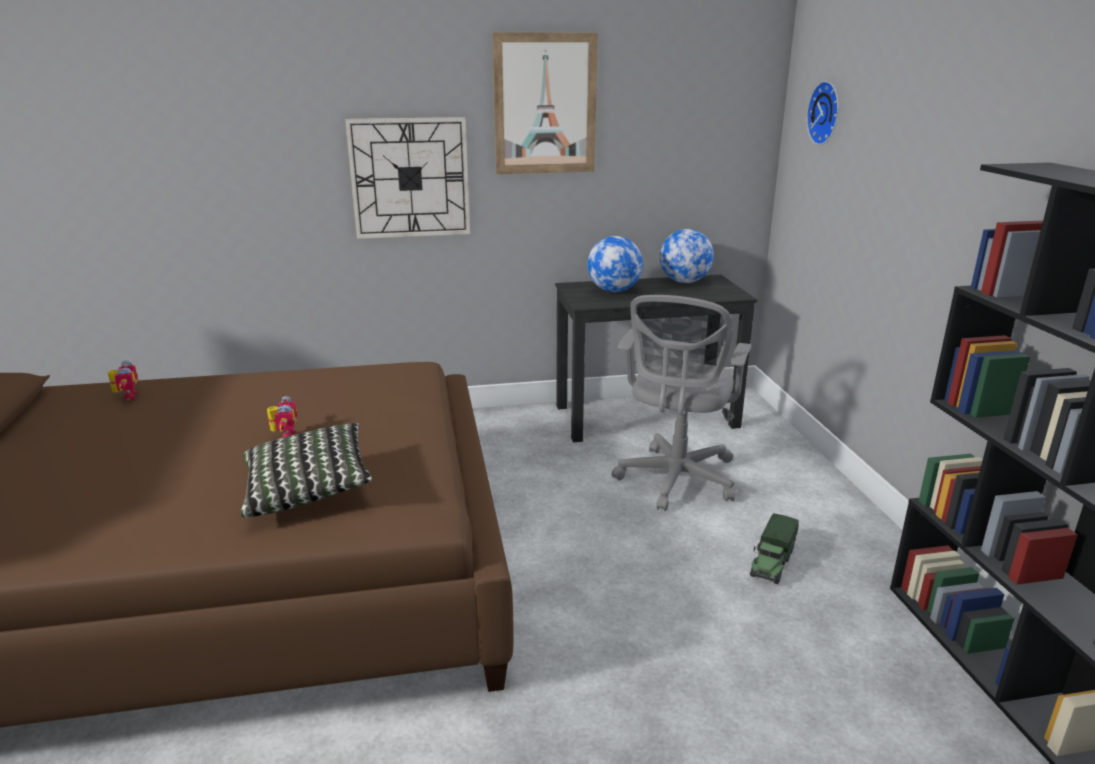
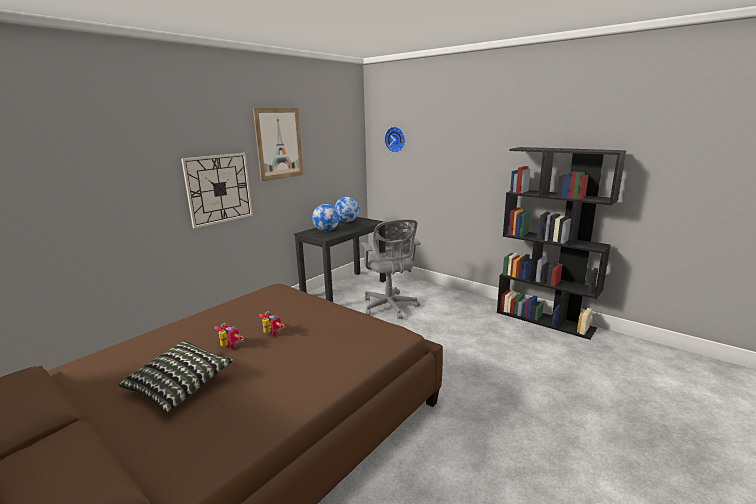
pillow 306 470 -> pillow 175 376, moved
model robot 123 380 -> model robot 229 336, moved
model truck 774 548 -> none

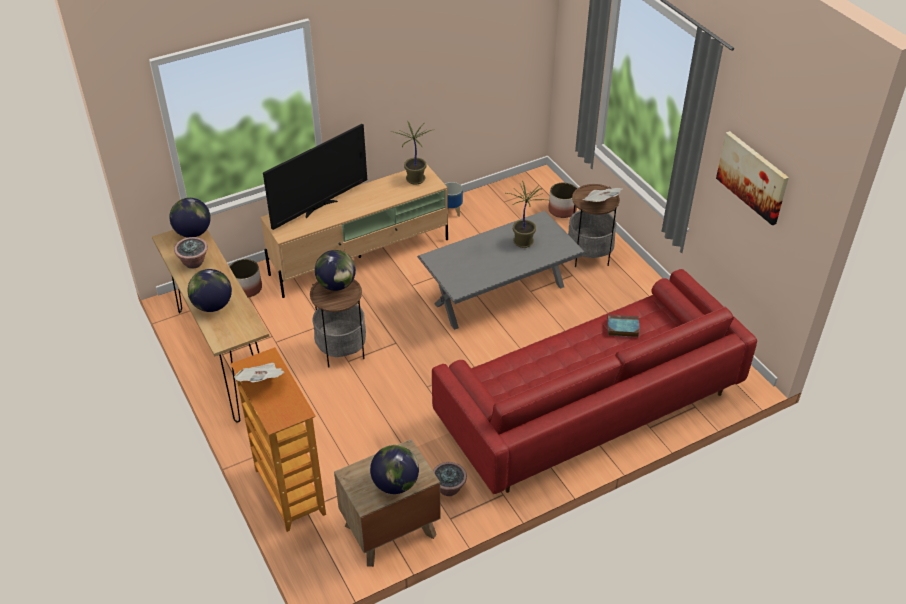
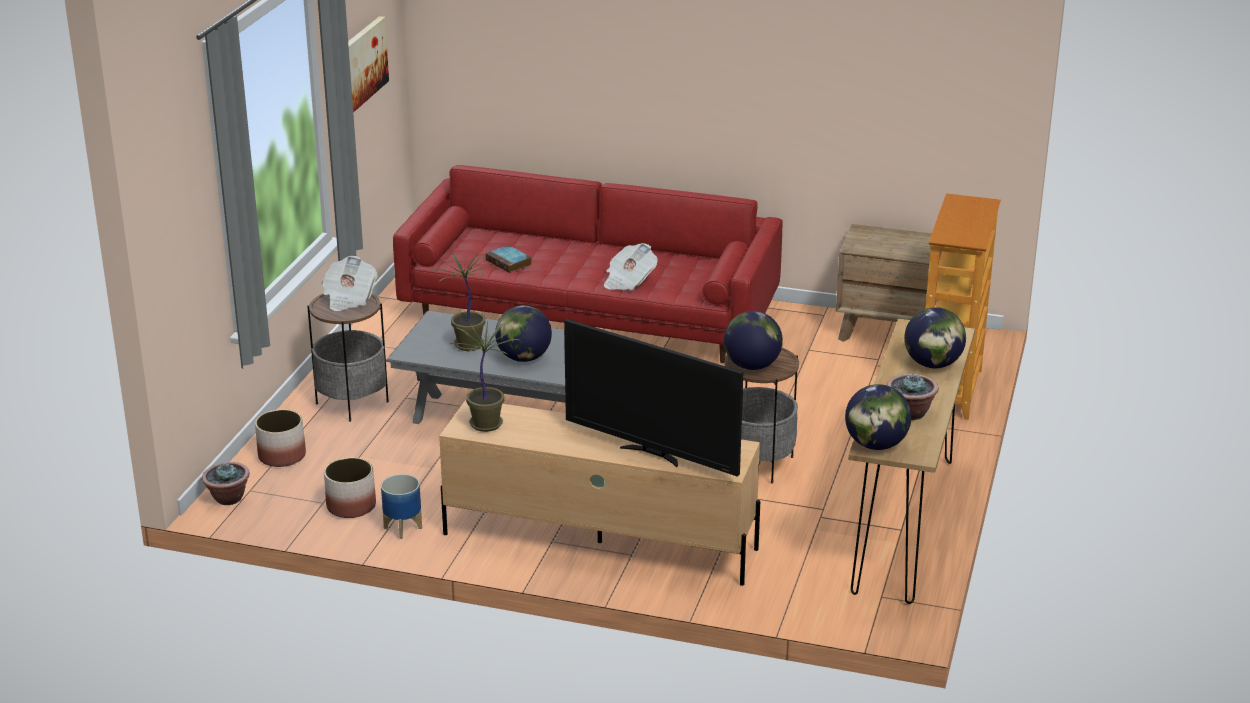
plant in a pot 450 479 -> plant in a pot 226 483, moved
planter 245 278 -> planter 350 487, moved
world globe 394 469 -> world globe 523 333, moved
television 315 177 -> television 653 398, 150 degrees counterclockwise
daily paper 259 373 -> daily paper 631 267, moved

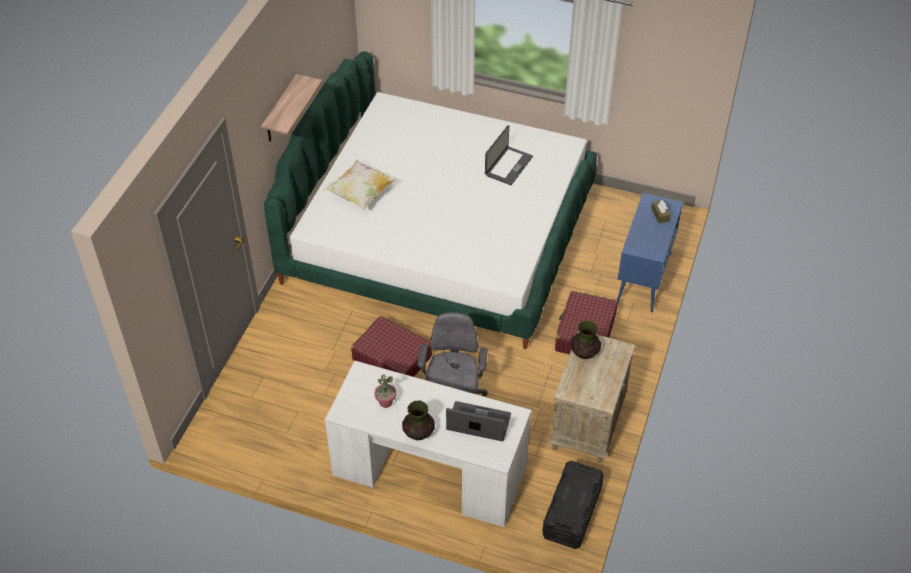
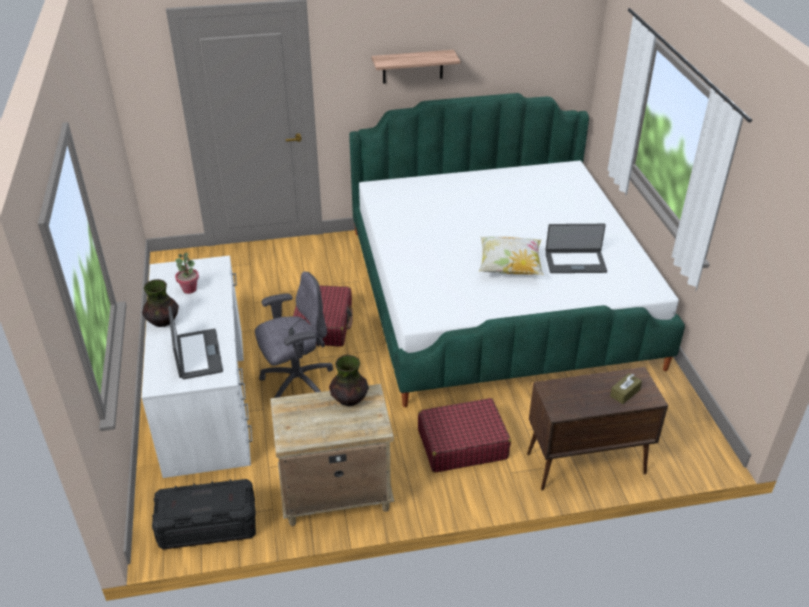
pillow 361 184 -> pillow 511 256, moved
blue cabinet 650 252 -> brown cabinet 597 428

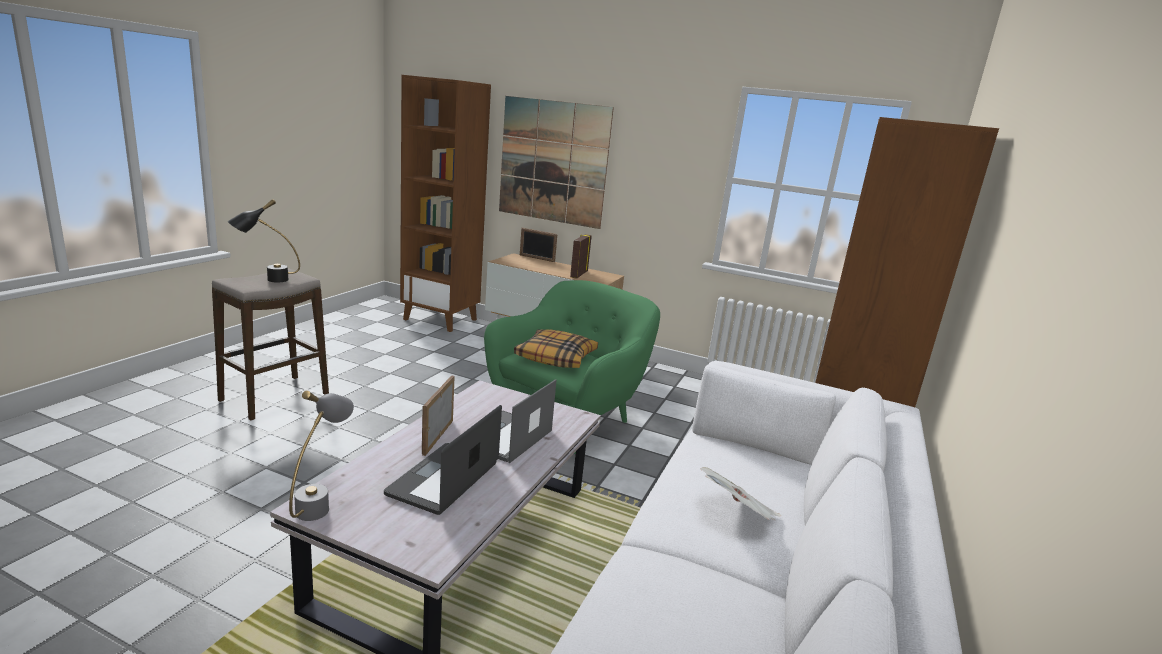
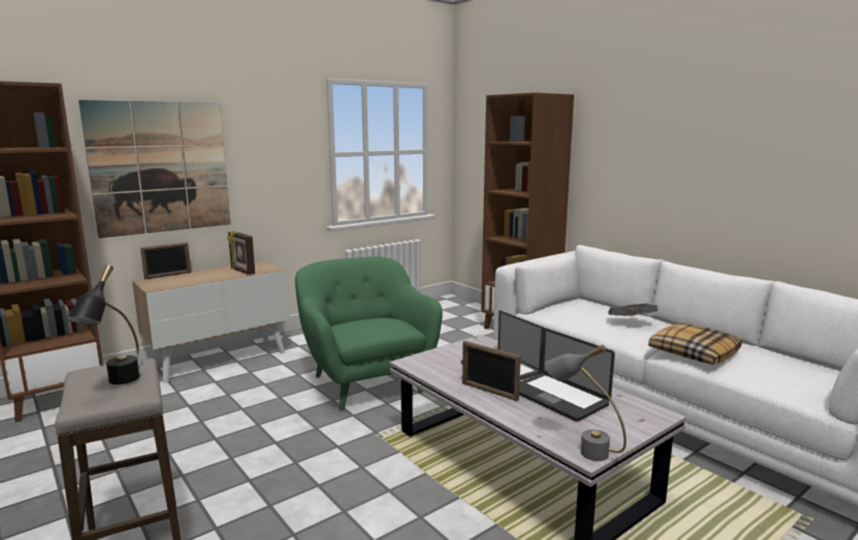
pillow 556 348 -> pillow 695 344, moved

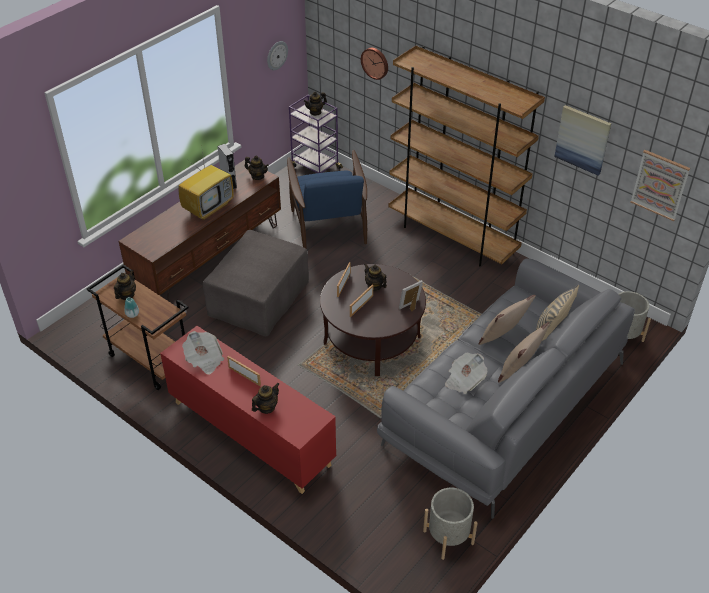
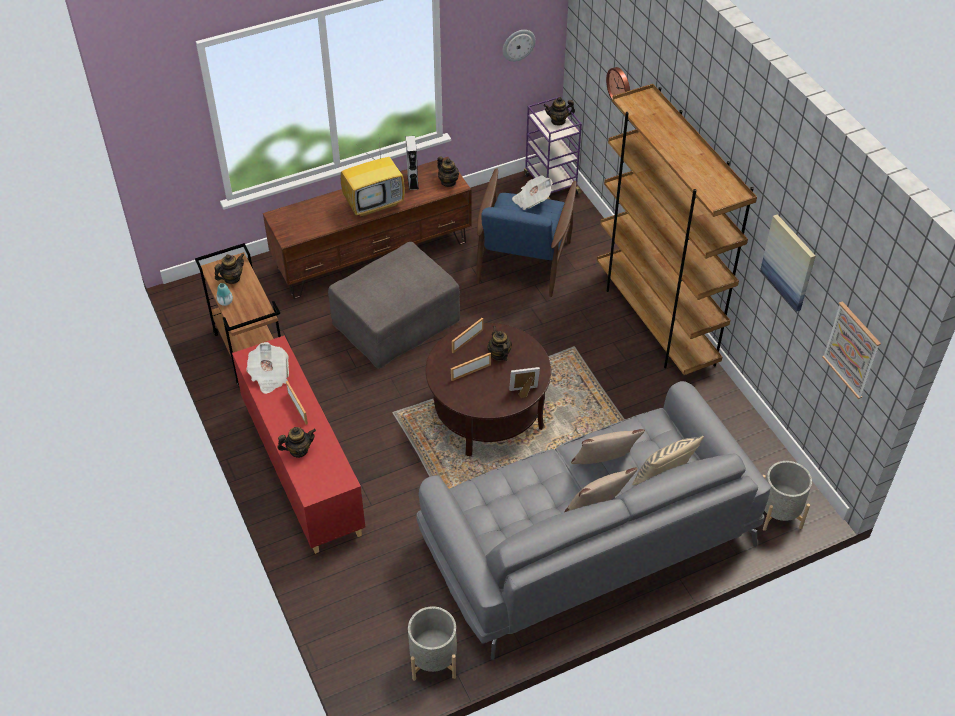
daily paper 466 373 -> daily paper 532 192, moved

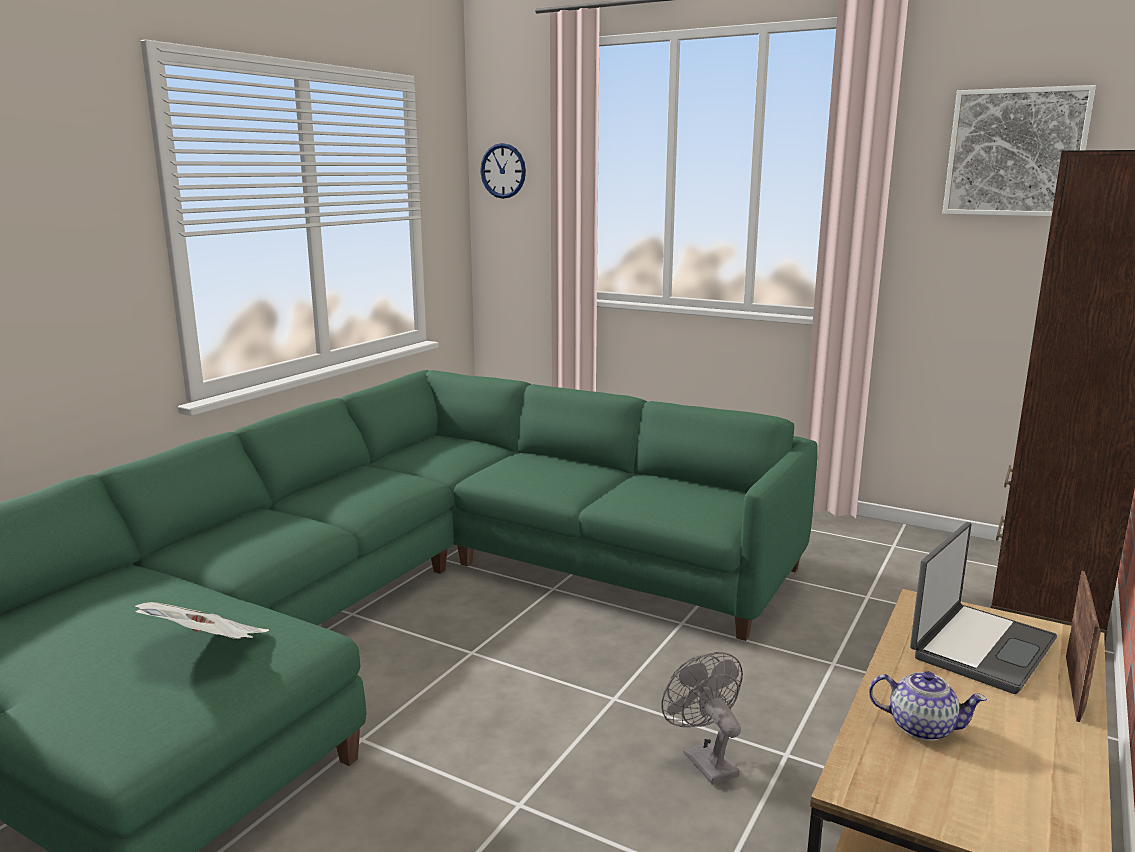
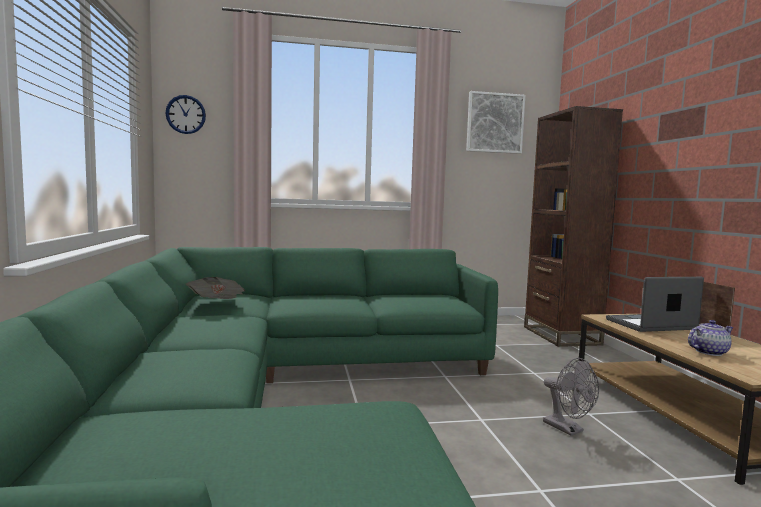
daily paper 202 620 -> daily paper 215 288, moved
grey cooling fan 702 718 -> grey cooling fan 571 397, 150 degrees counterclockwise
portable computer 983 608 -> portable computer 655 304, 105 degrees counterclockwise

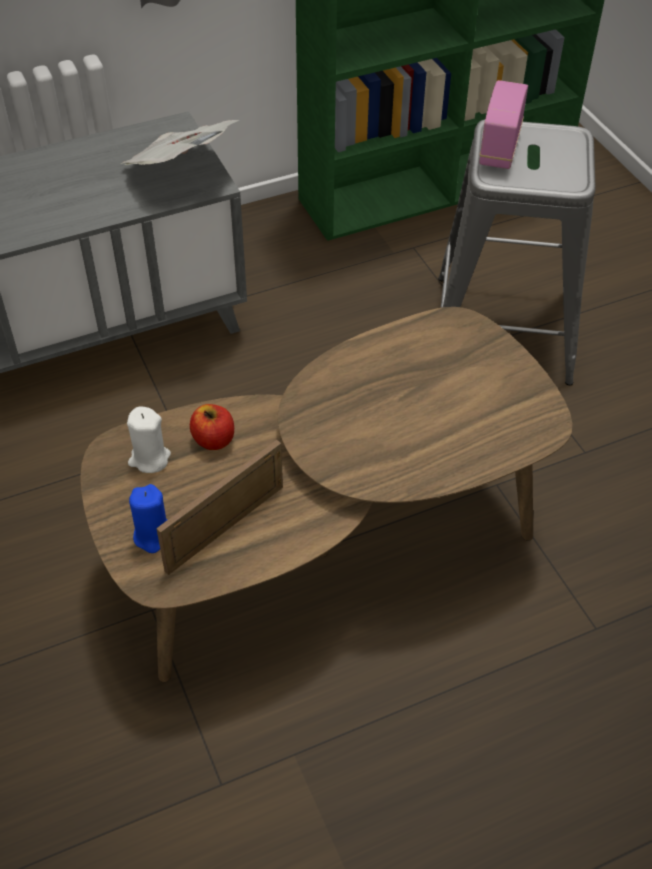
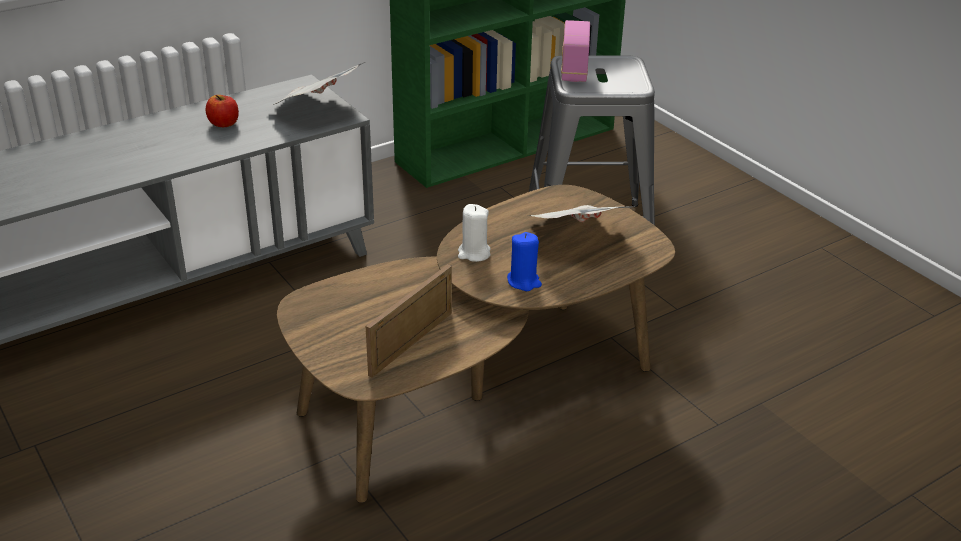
whole apple 212 427 -> whole apple 222 111, moved
white-coloured wax light 149 440 -> white-coloured wax light 474 233, moved
blue wax light 148 518 -> blue wax light 524 261, moved
none -> daily paper 582 213

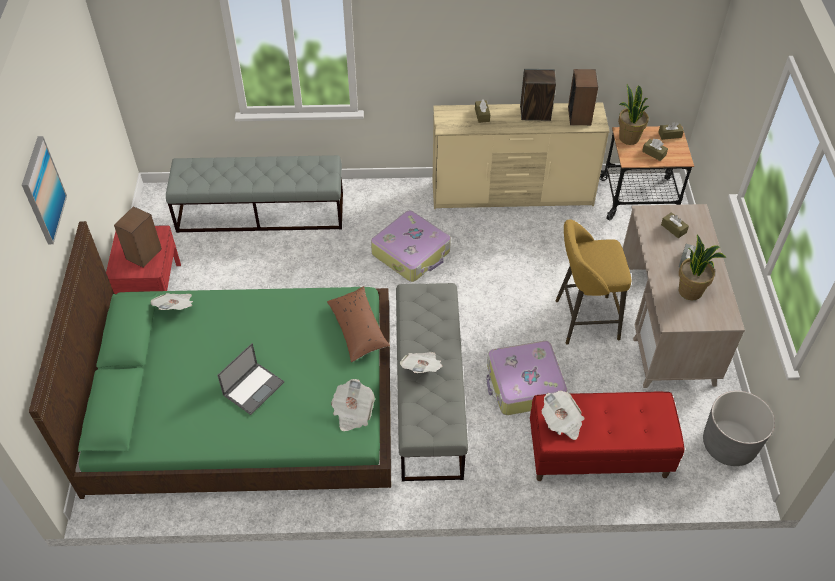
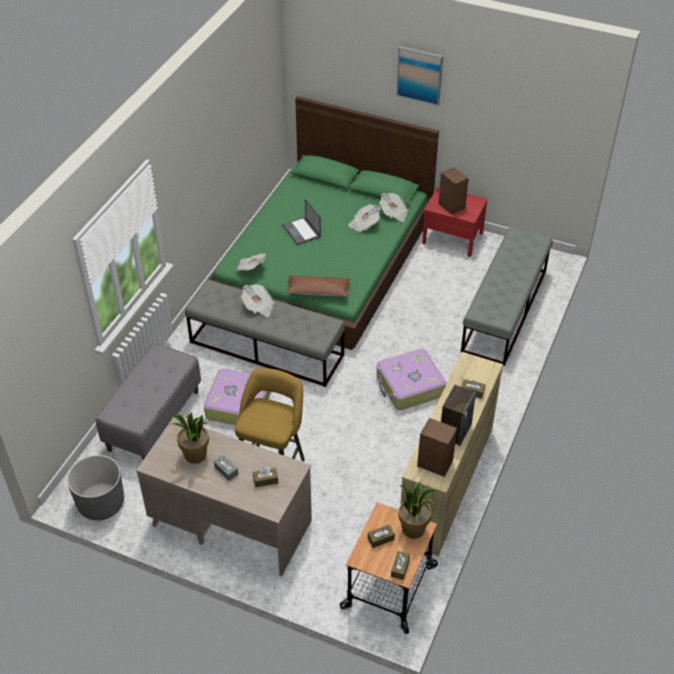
red-coloured long seat 607 436 -> grey long seat 148 401
daily paper 563 415 -> daily paper 364 218, moved

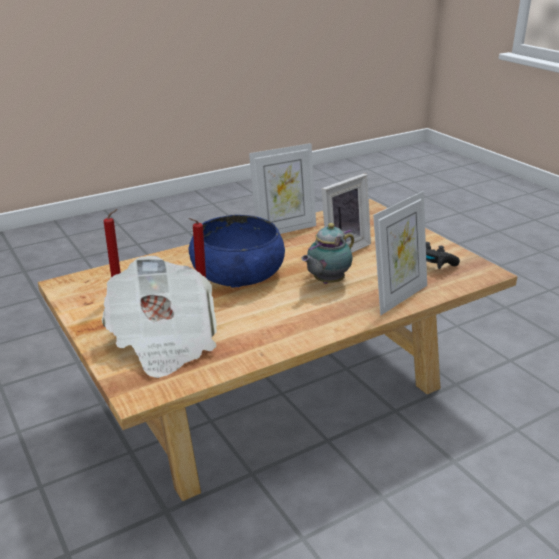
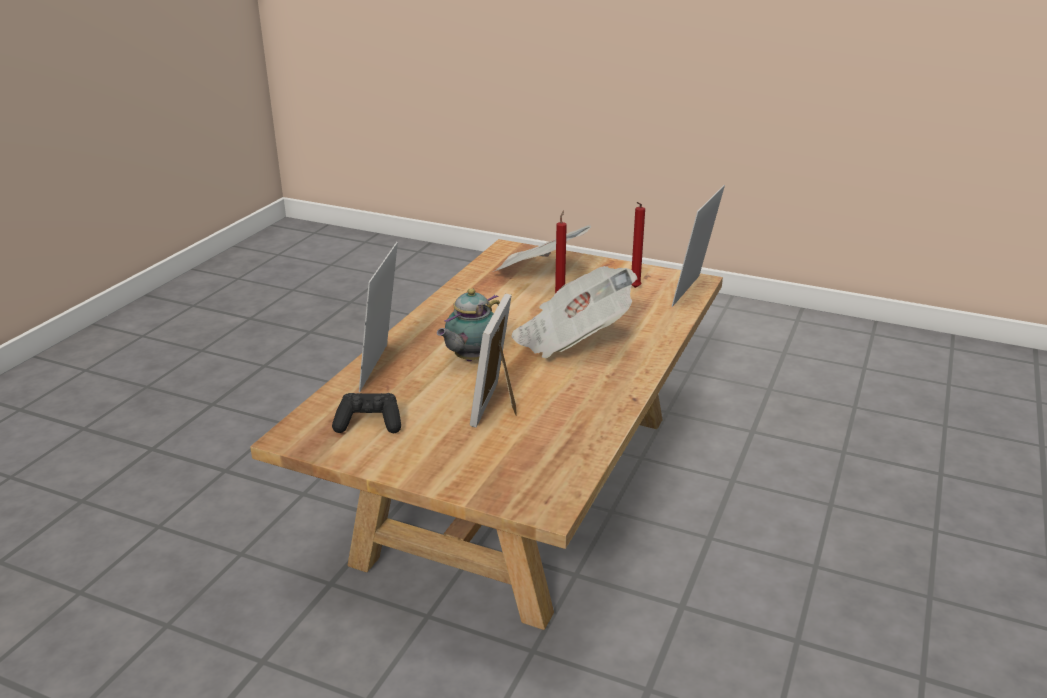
teapot 327 253 -> teapot 468 324, 150 degrees counterclockwise
blue serving bowl 236 251 -> daily paper 574 312
picture frame 282 188 -> picture frame 698 246, moved

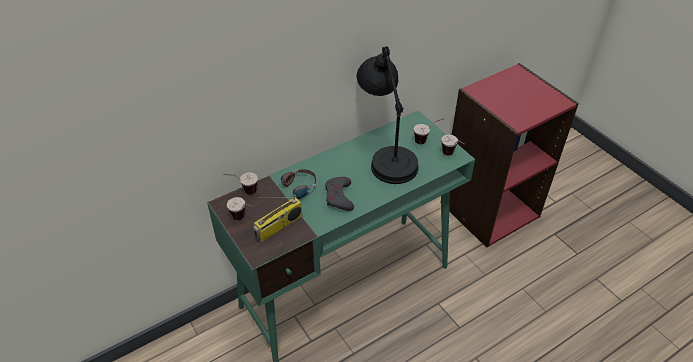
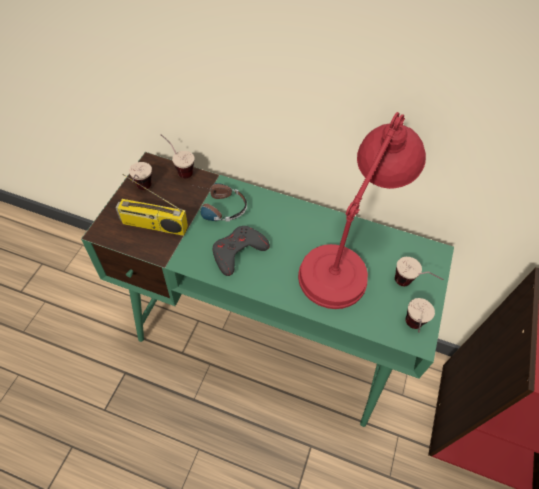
black-coloured tabletop lamp 387 115 -> red-coloured tabletop lamp 362 210

